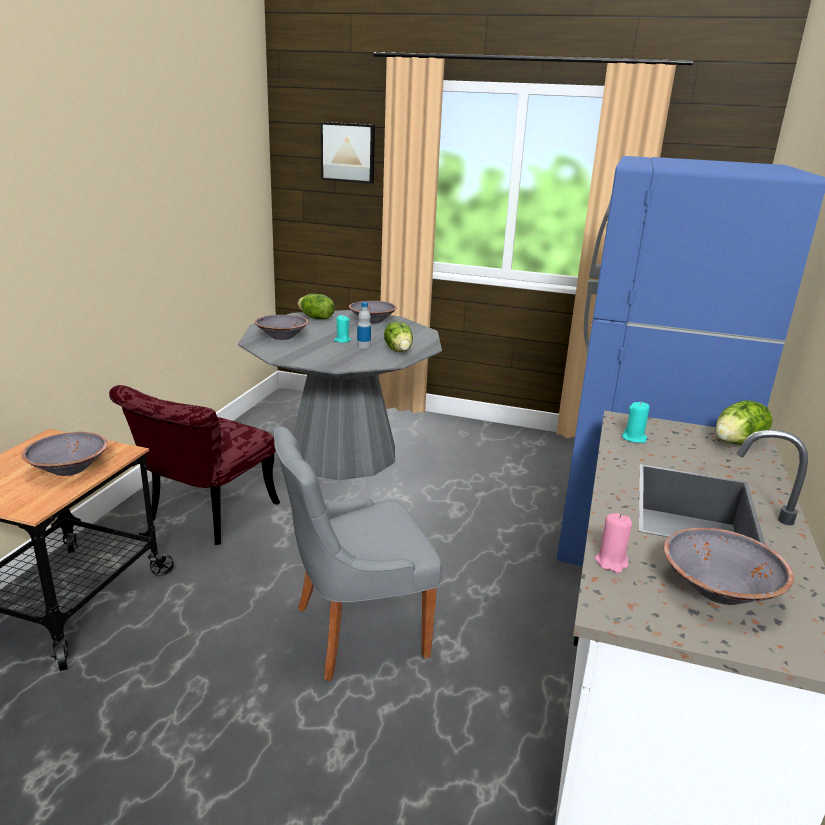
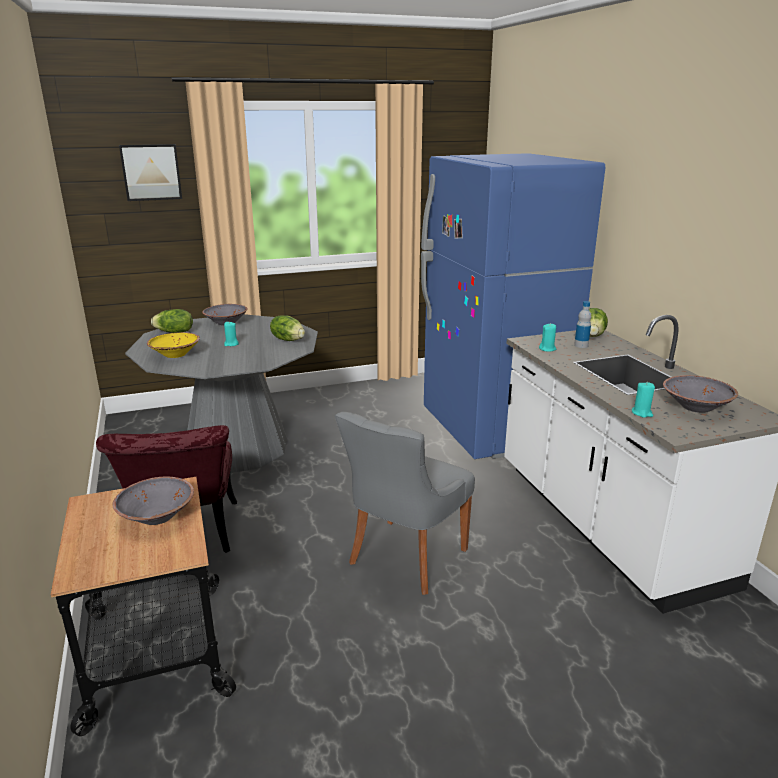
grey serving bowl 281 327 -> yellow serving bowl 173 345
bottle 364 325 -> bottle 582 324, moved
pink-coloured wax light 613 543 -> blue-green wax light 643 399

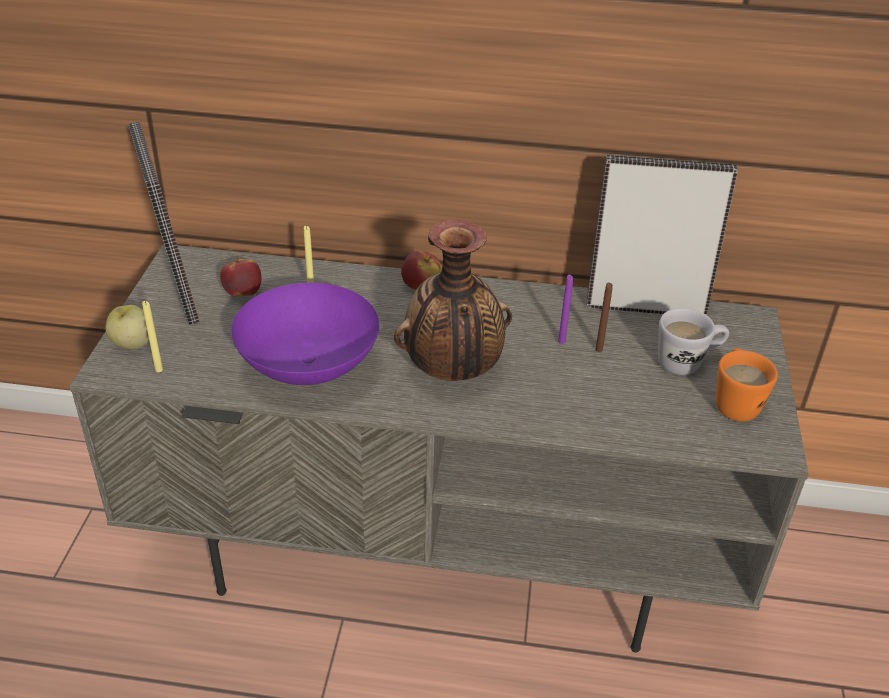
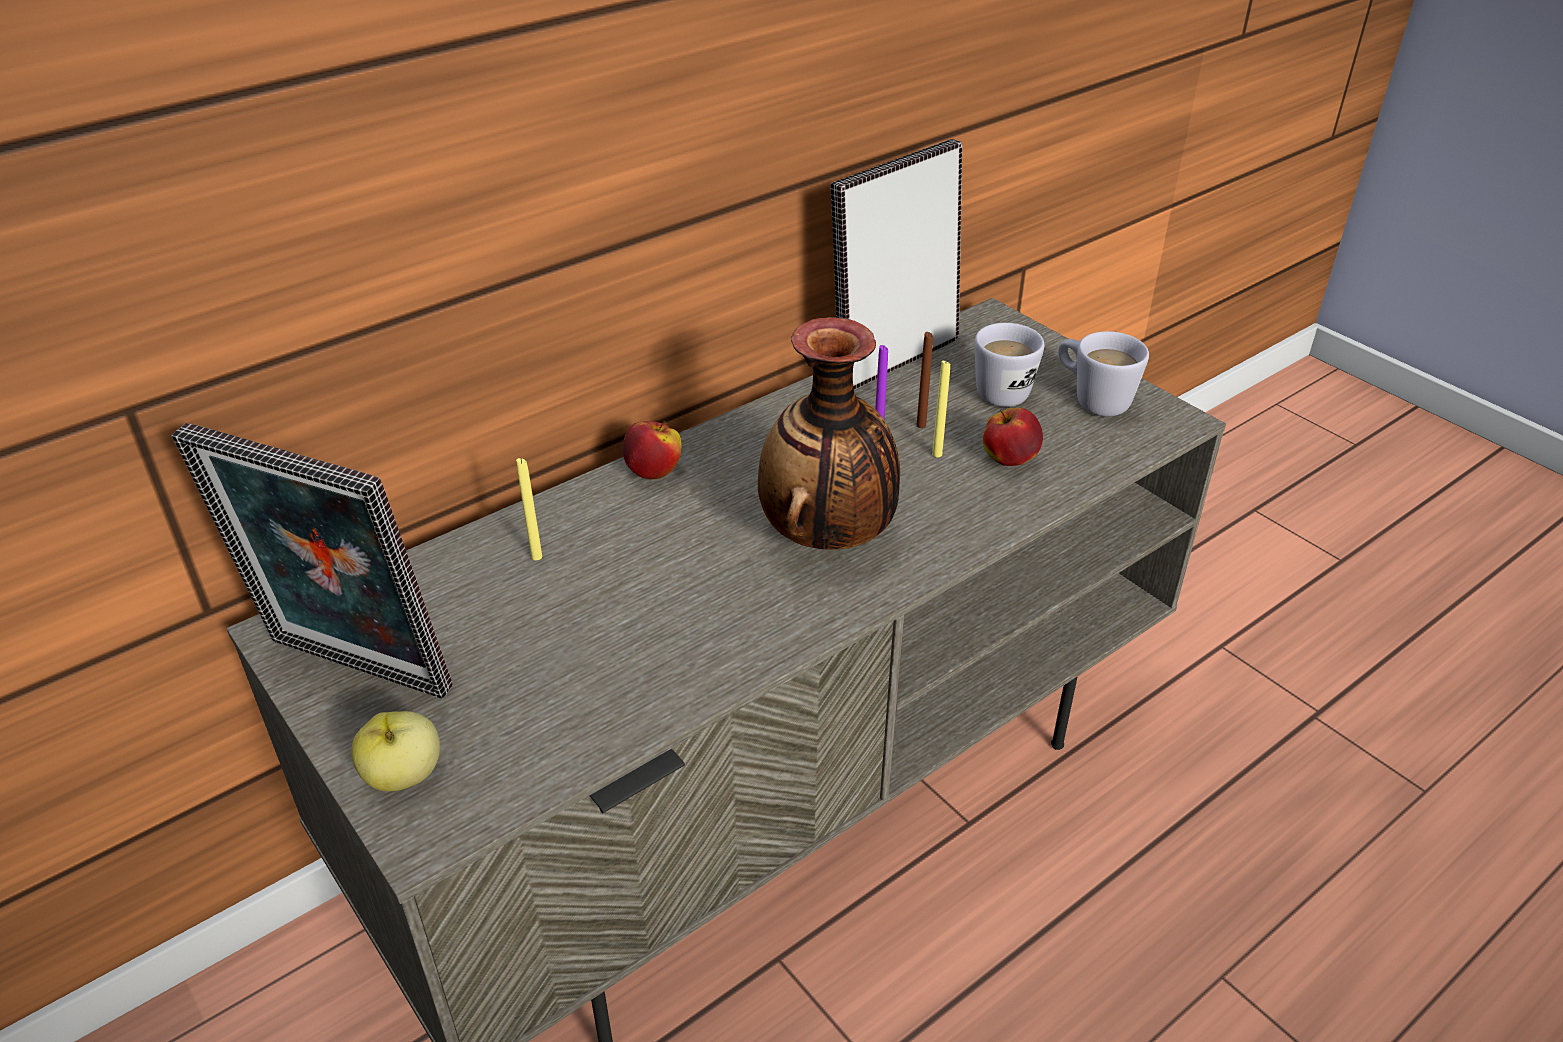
yellow wax light 152 336 -> yellow wax light 941 408, moved
whole apple 240 276 -> whole apple 1013 437, moved
orange-coloured coffee mug 747 384 -> white-coloured coffee mug 1103 373
purple serving bowl 305 334 -> none

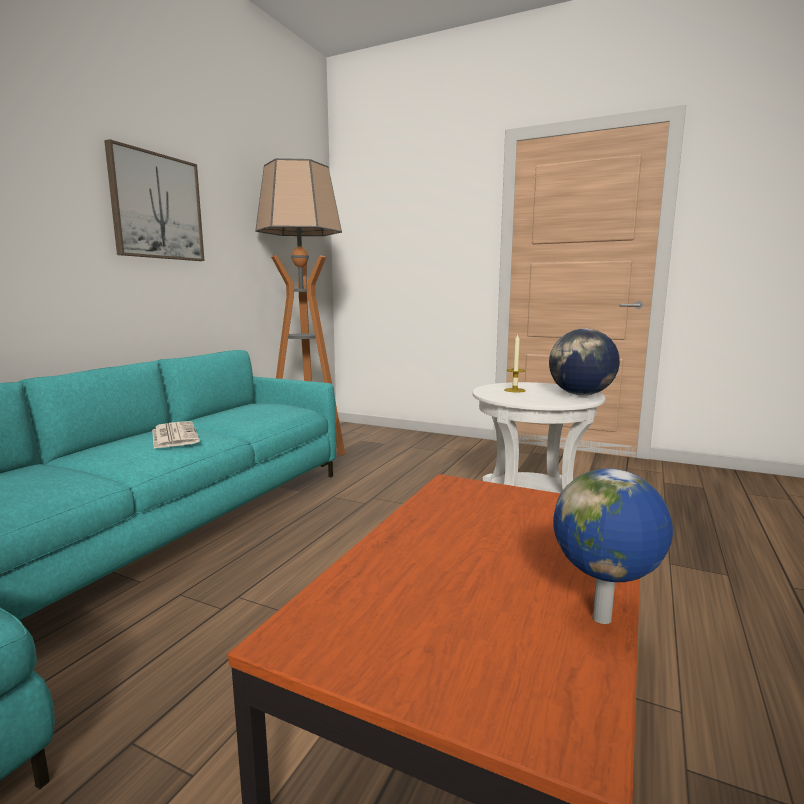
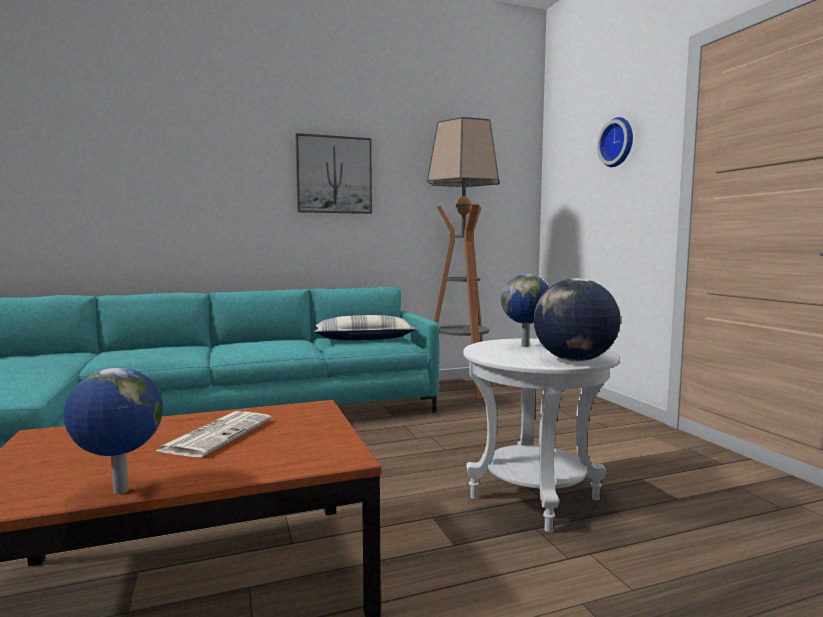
daily paper 176 435 -> daily paper 213 434, moved
none -> pillow 365 327
wax light 515 363 -> world globe 525 310
none -> hanging clock 615 142

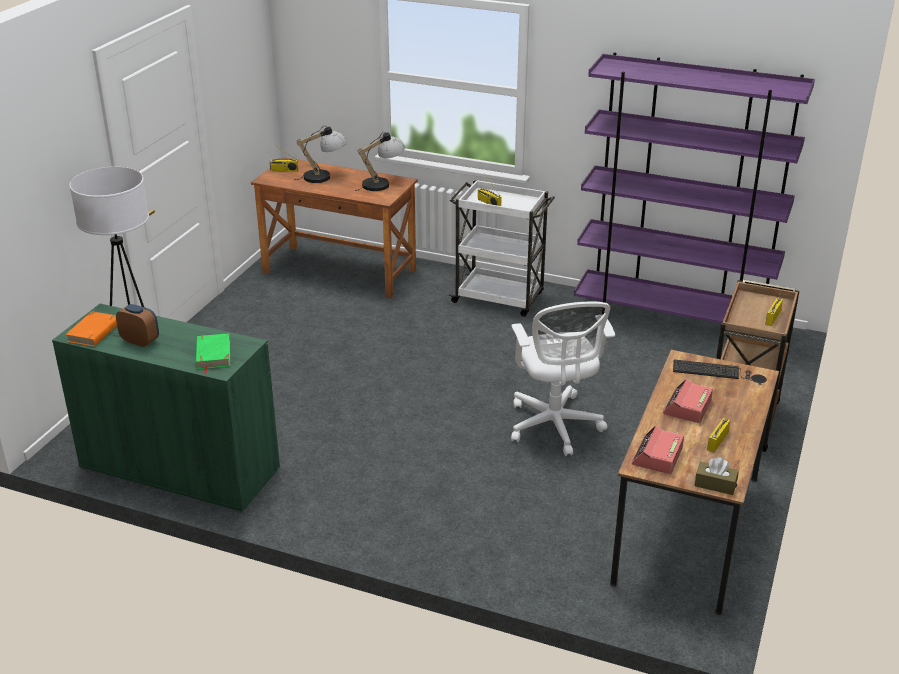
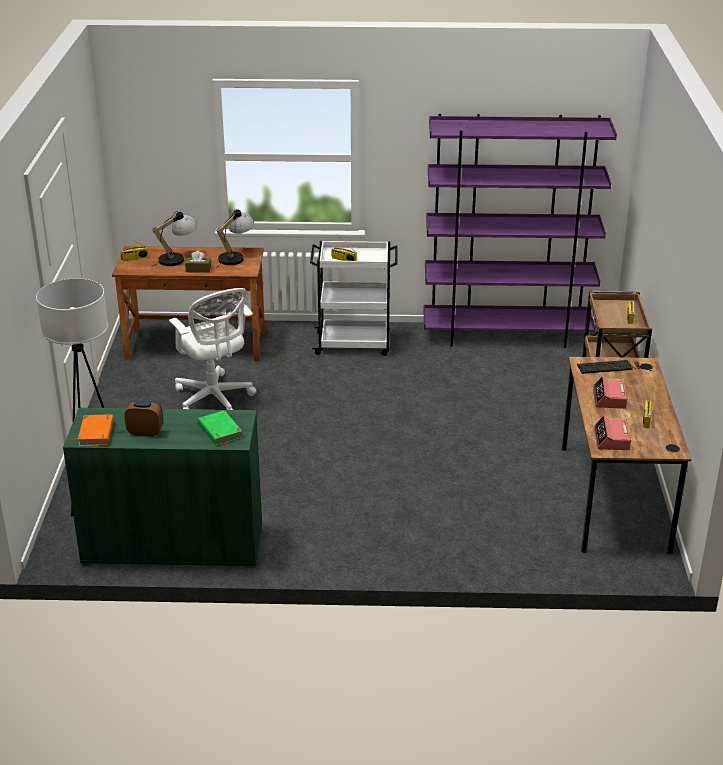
white-coloured desk chair 563 379 -> white-coloured desk chair 213 349, moved
brown tissue box 717 476 -> brown tissue box 198 262, moved

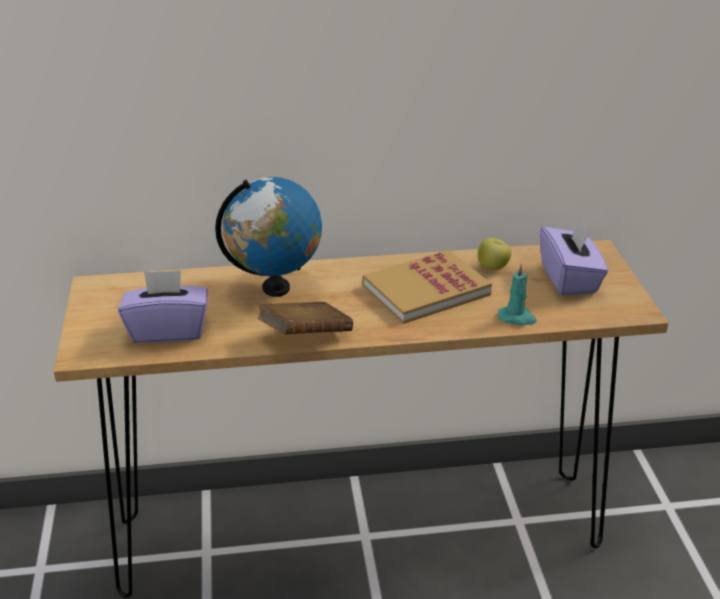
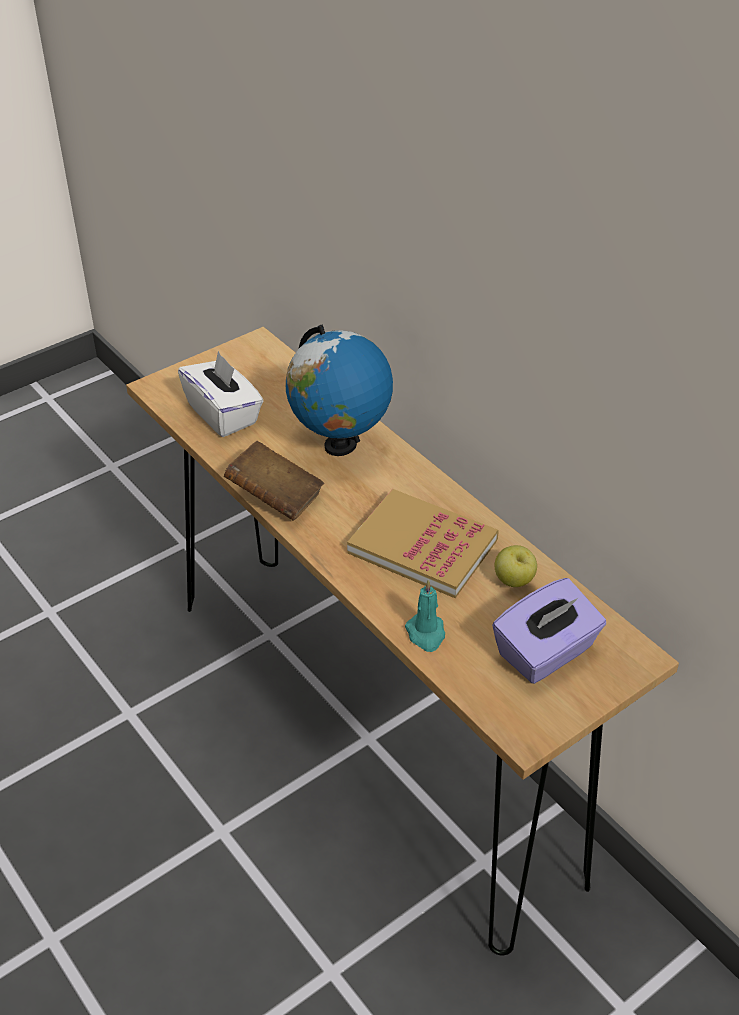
purple tissue box 163 306 -> white-coloured tissue box 220 394

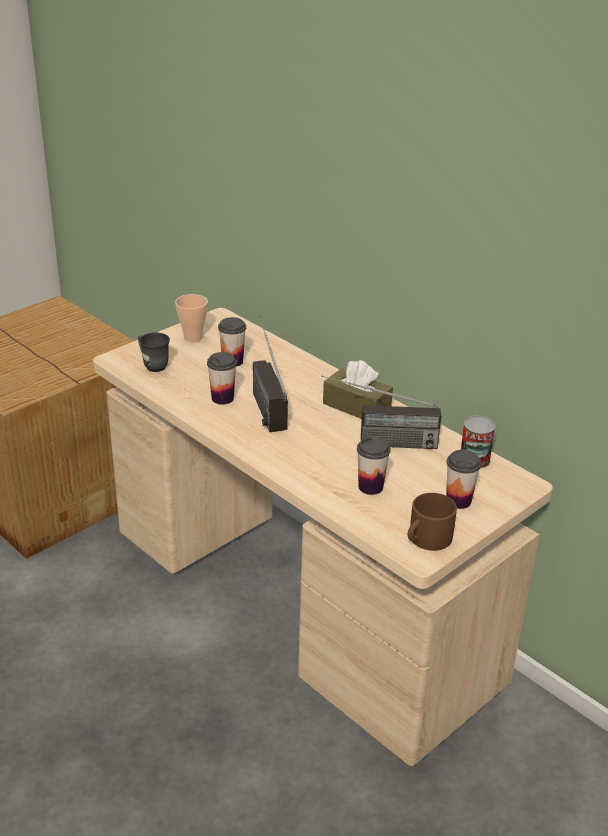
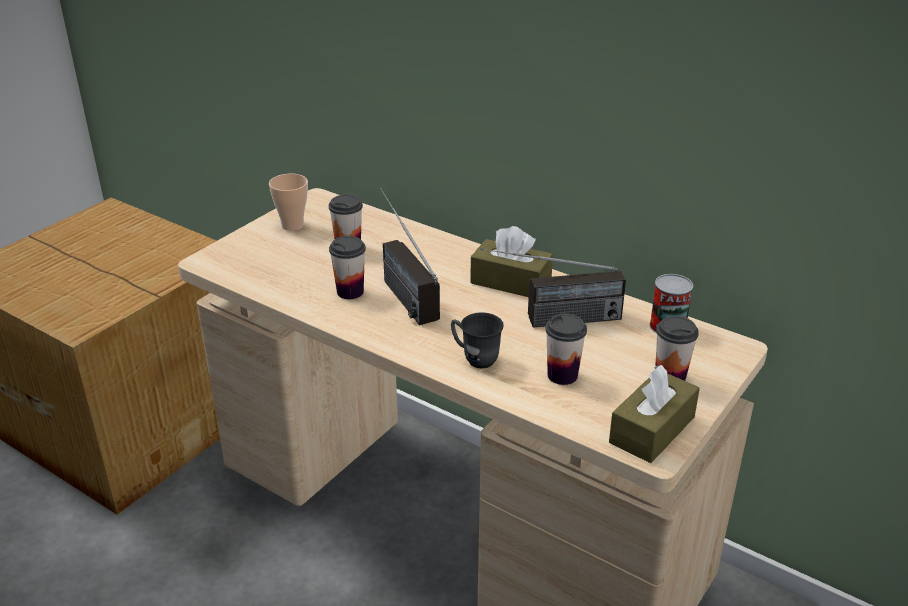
grey coffee mug 154 352 -> grey coffee mug 477 340, moved
brown coffee mug 432 522 -> brown tissue box 654 414

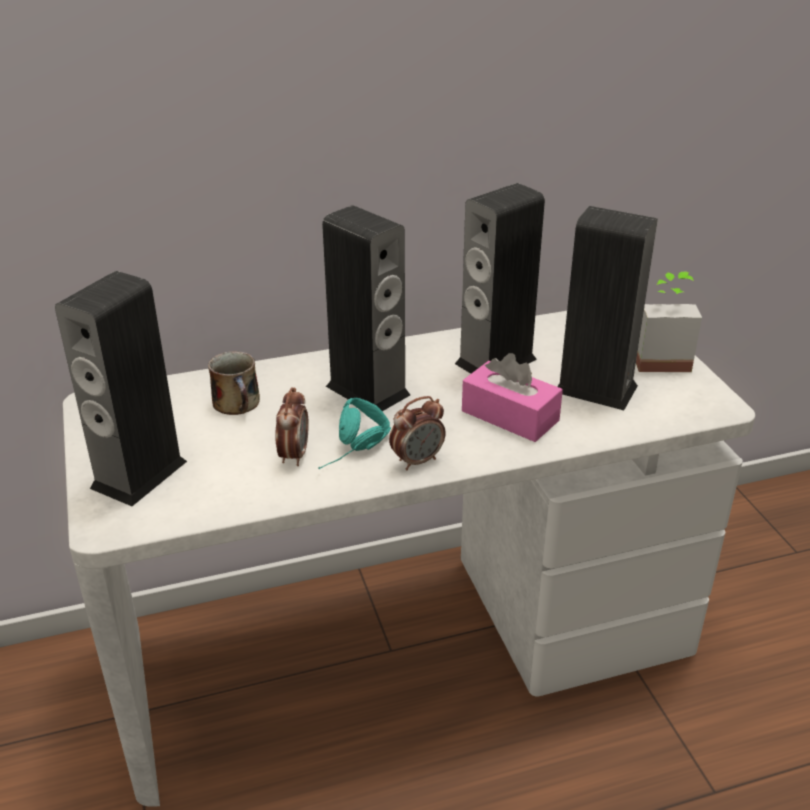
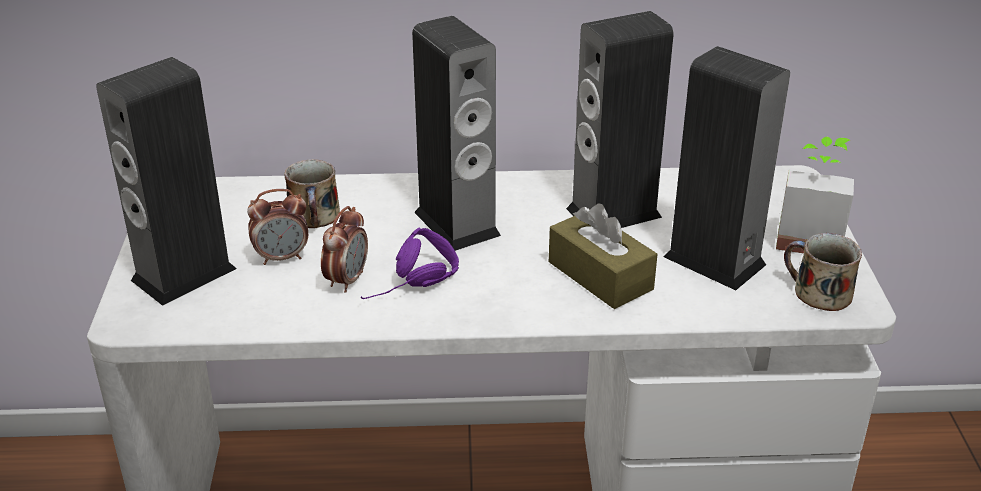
table clock 417 433 -> table clock 277 227, moved
blue-green pair of headphones 354 433 -> purple pair of headphones 410 263
pink-coloured tissue box 512 397 -> brown tissue box 603 256
none -> coffee mug 823 272

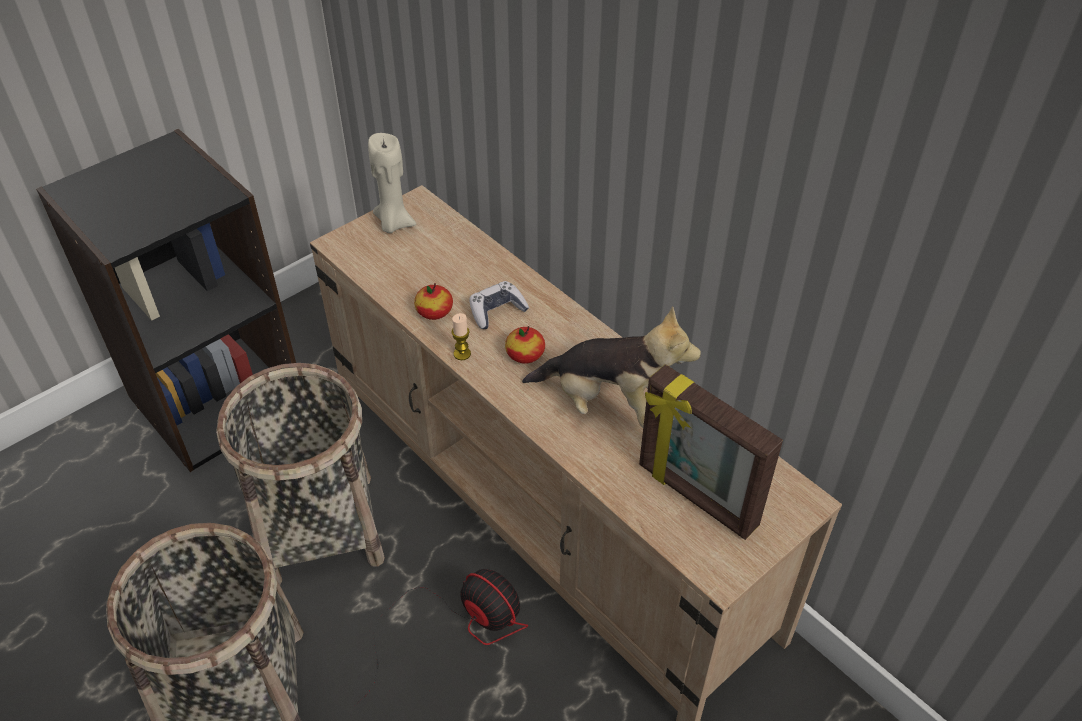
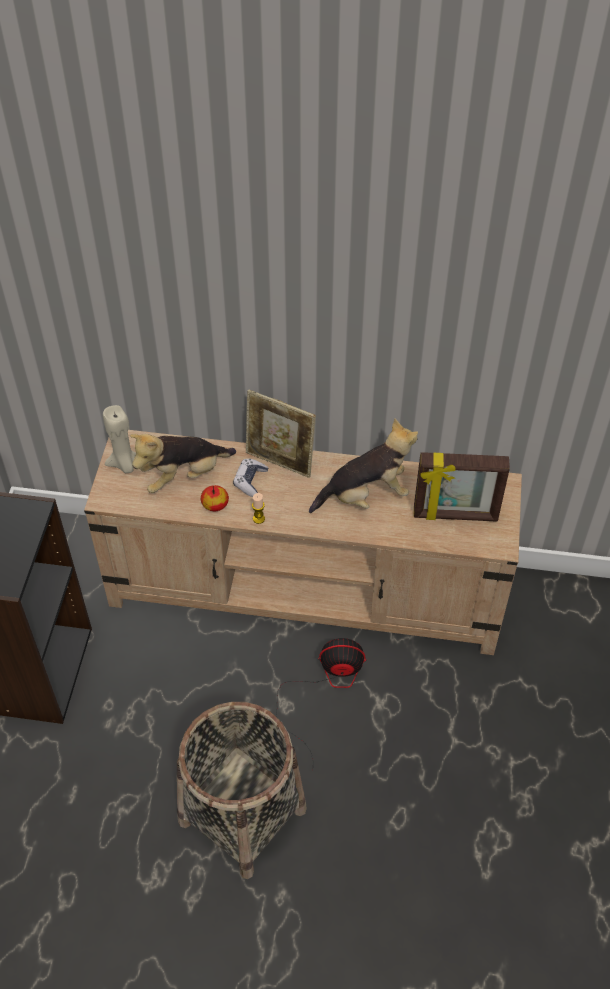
none -> plush toy 183 463
none -> picture frame 281 434
basket 300 474 -> none
whole apple 525 345 -> none

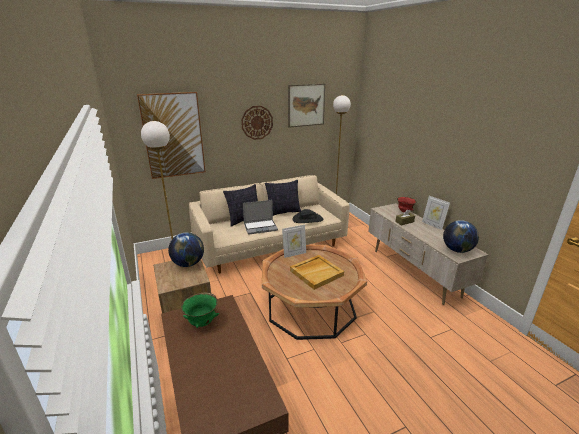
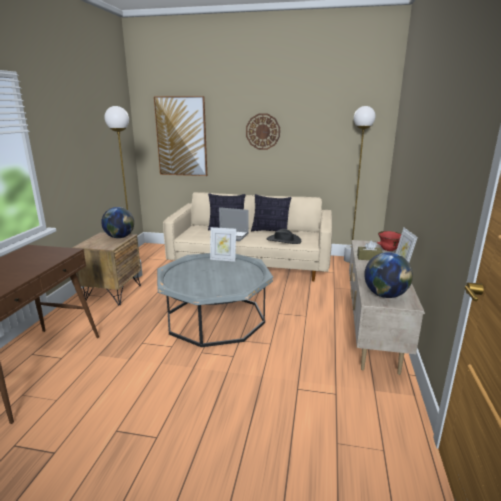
brown coffee table 314 292 -> grey coffee table 215 300
green-coloured serving bowl 200 310 -> none
picture 306 106 -> none
beige-coloured carrying tray 317 272 -> none

